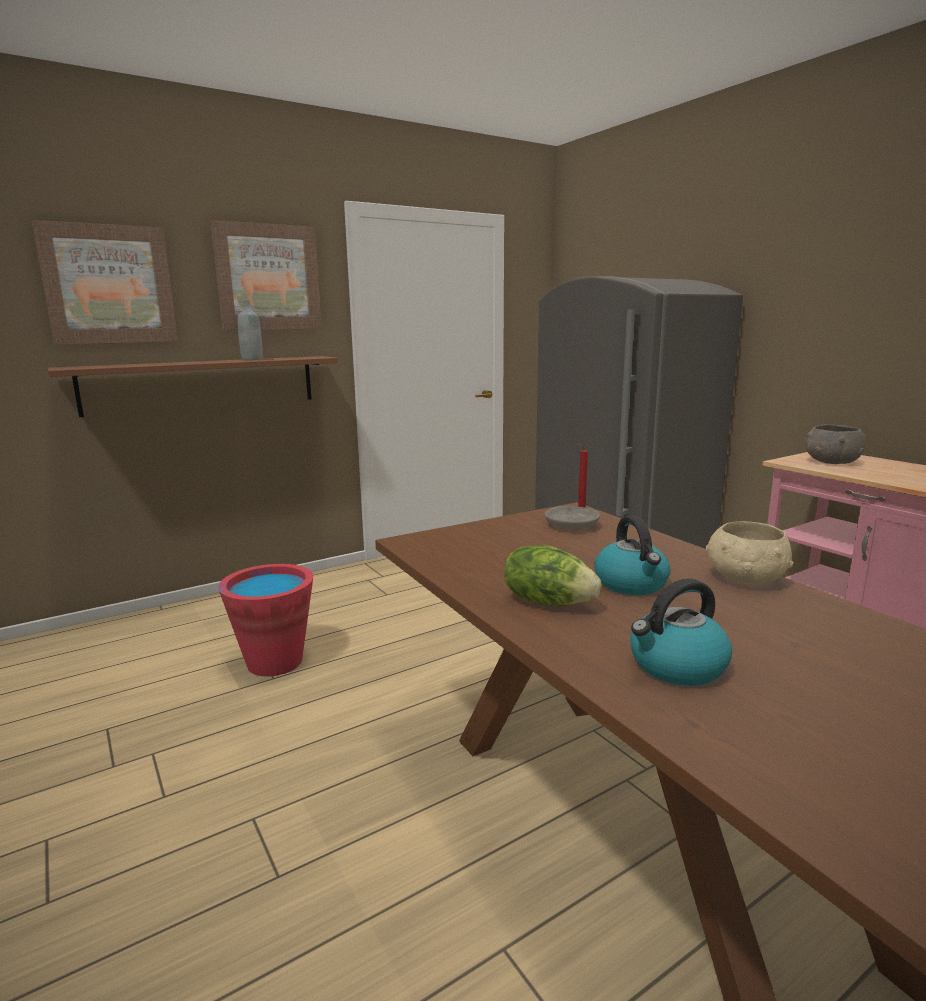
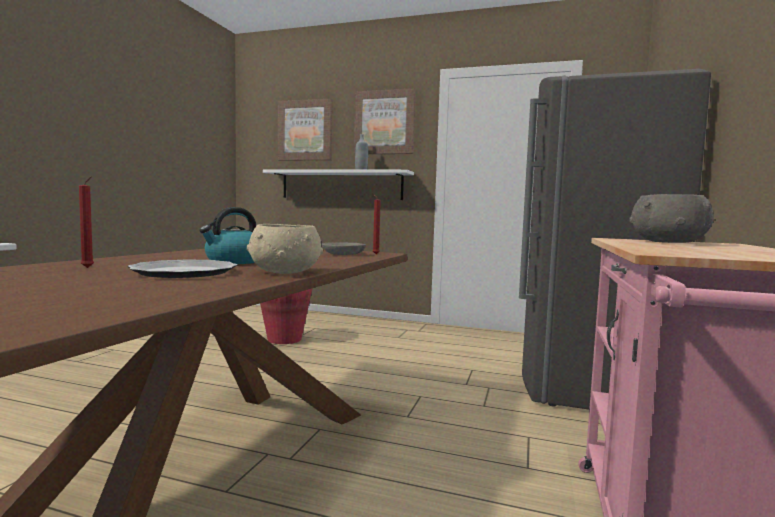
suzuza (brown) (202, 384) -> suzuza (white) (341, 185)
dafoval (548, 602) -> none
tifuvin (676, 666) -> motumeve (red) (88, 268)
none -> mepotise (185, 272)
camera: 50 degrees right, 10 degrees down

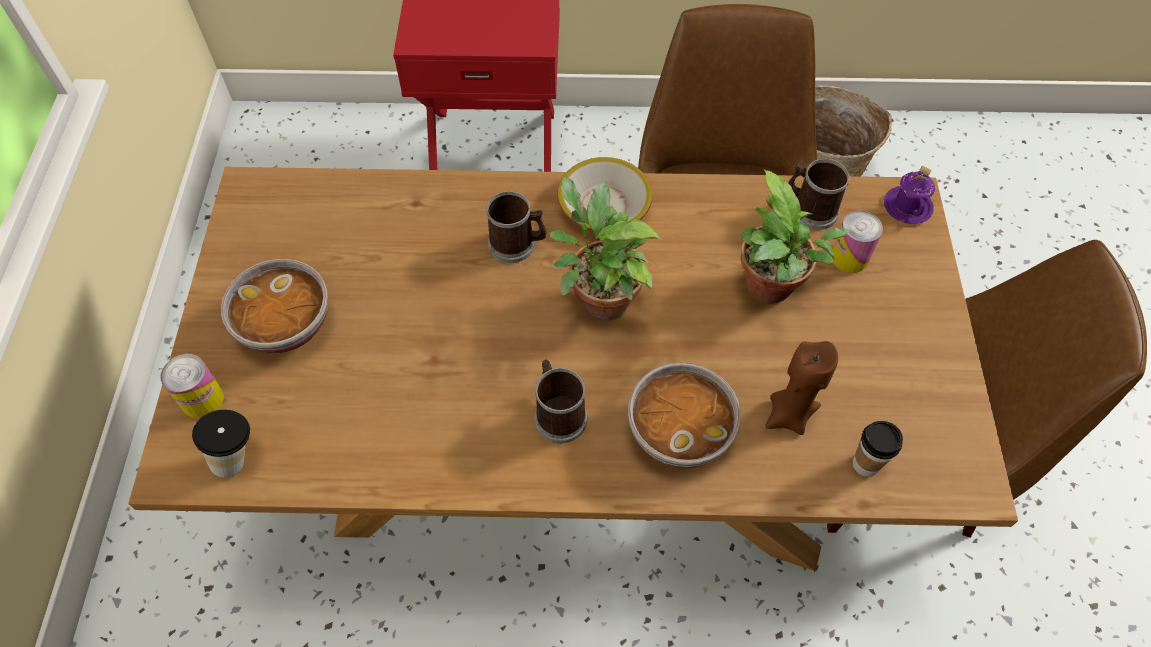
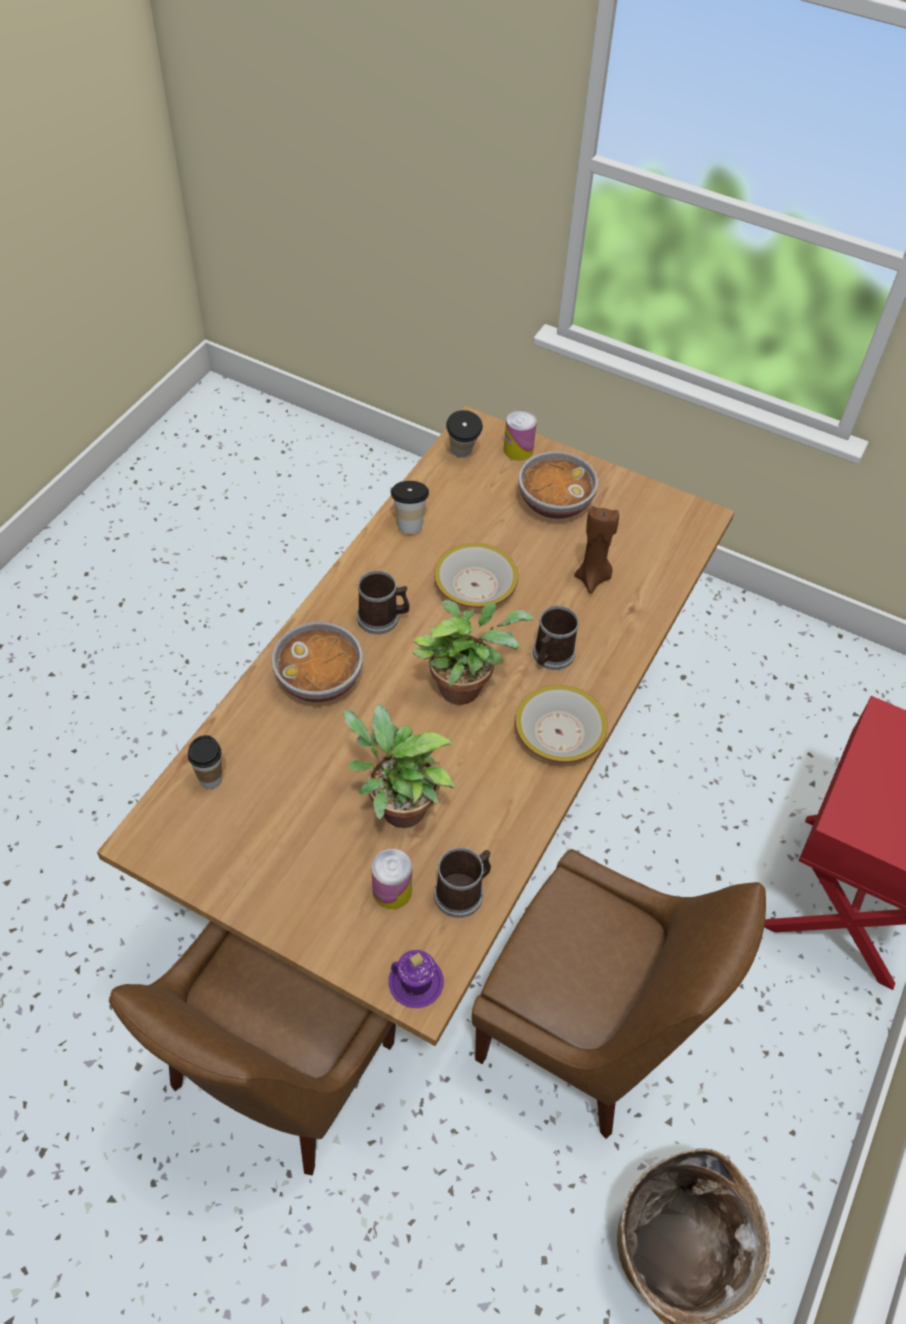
motumeve (brown) (789, 415) -> motumeve (brown) (593, 578), move
none -> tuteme (409, 523)
none -> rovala (474, 585)
camera: 115 degrees right, 5 degrees down

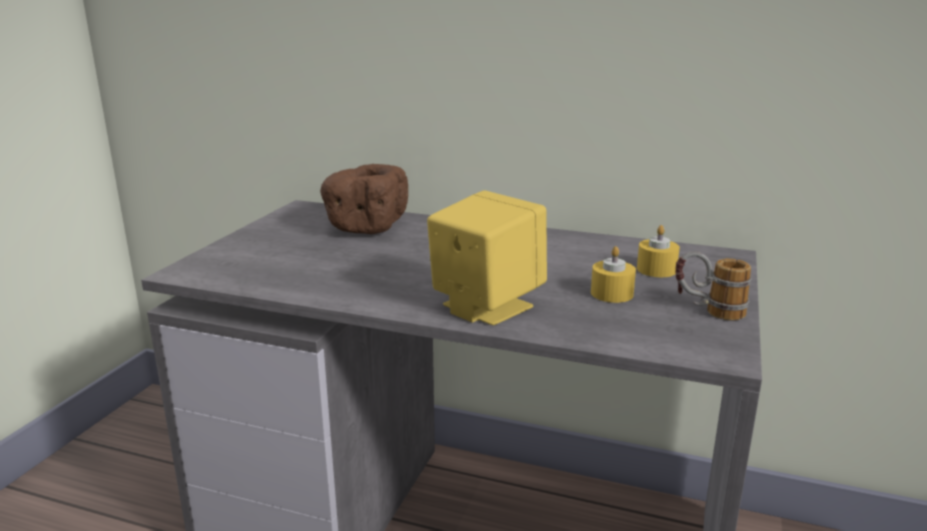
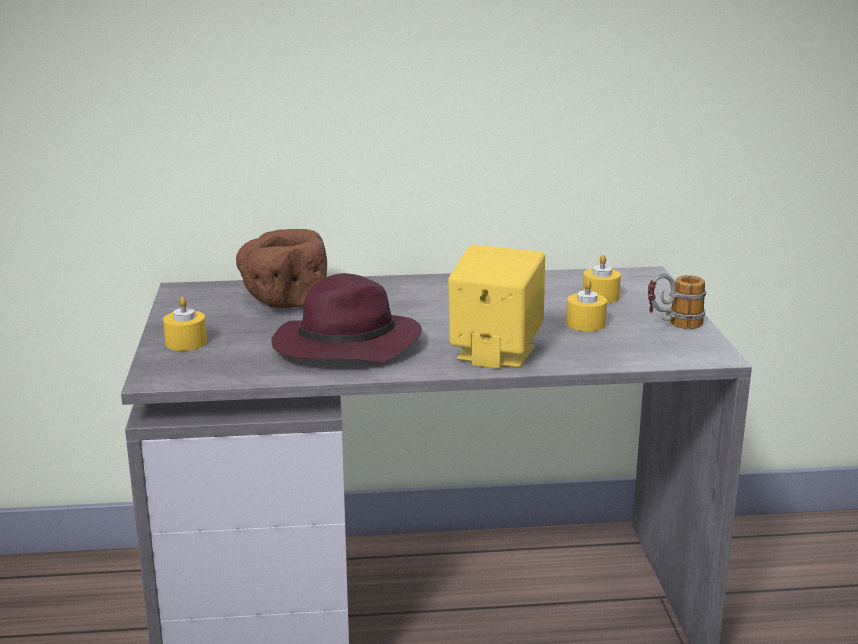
none -> motumeve (yellow) (186, 342)
none -> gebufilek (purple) (344, 347)
camera: 25 degrees left, 0 degrees up

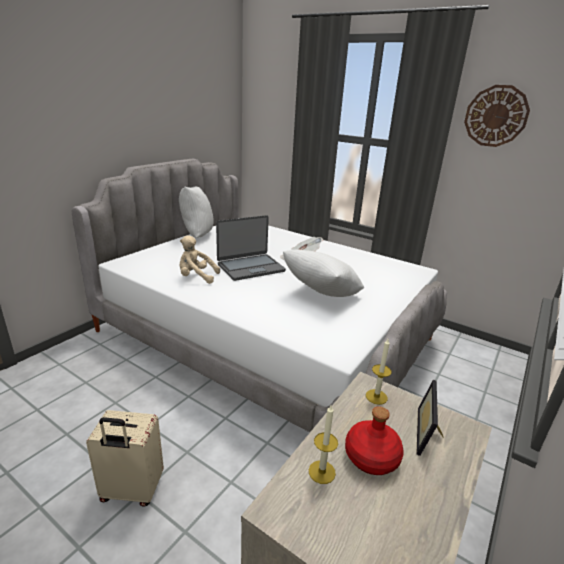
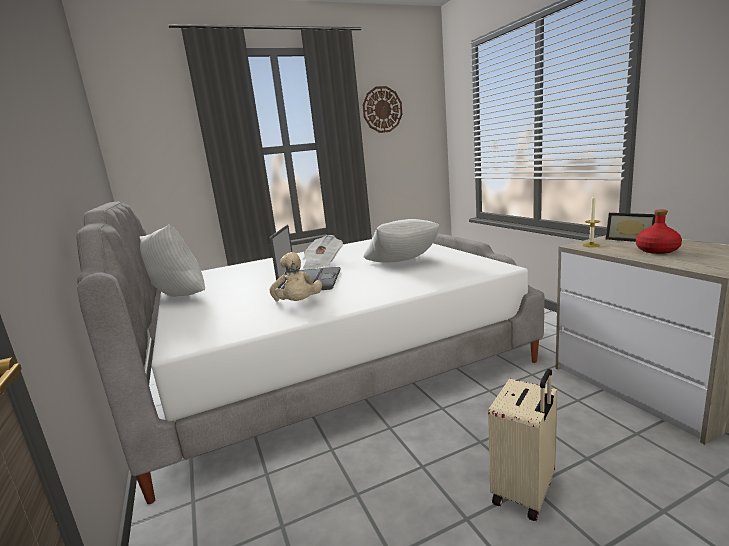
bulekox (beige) (196, 277) -> bulekox (beige) (298, 304), 60 degrees counterclockwise
motumeve (322, 472) -> none
camera: 55 degrees left, 10 degrees down

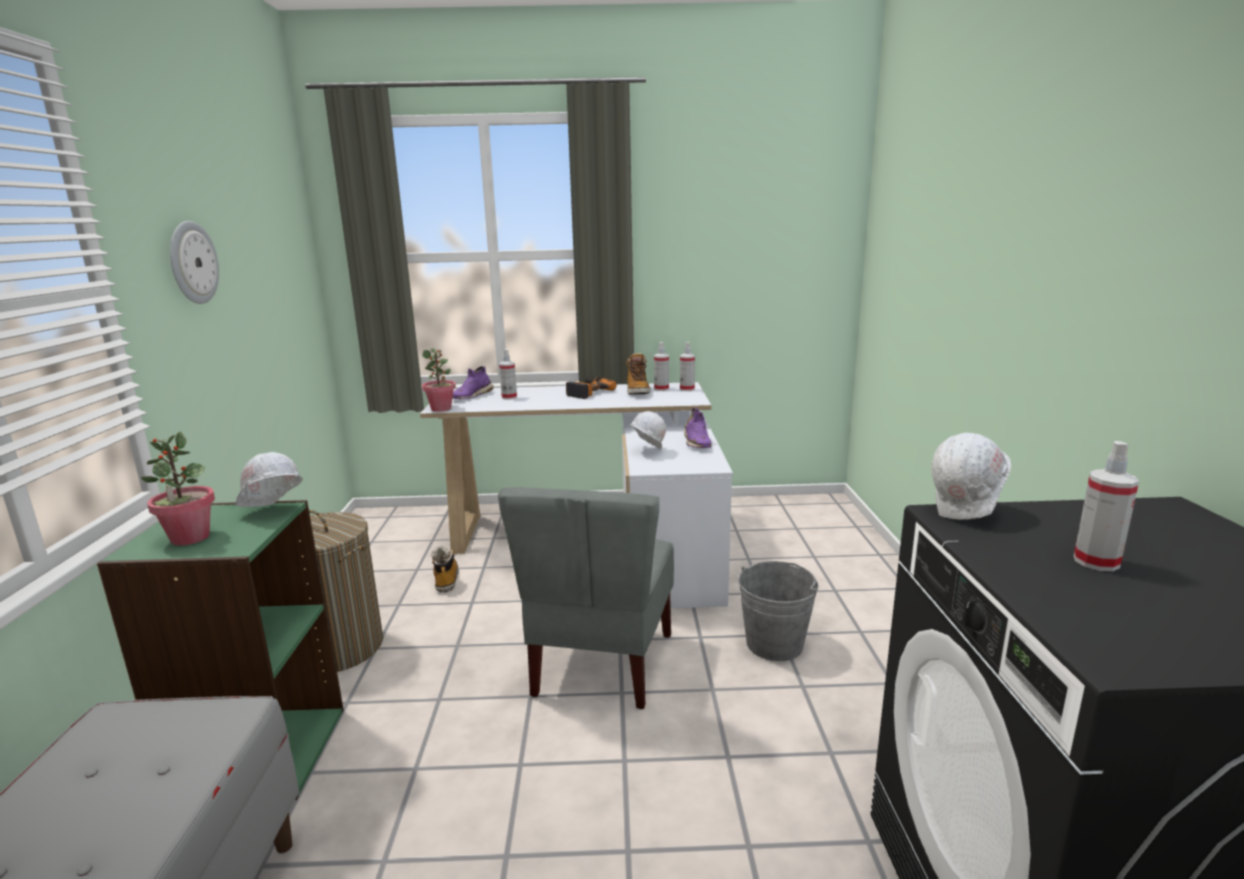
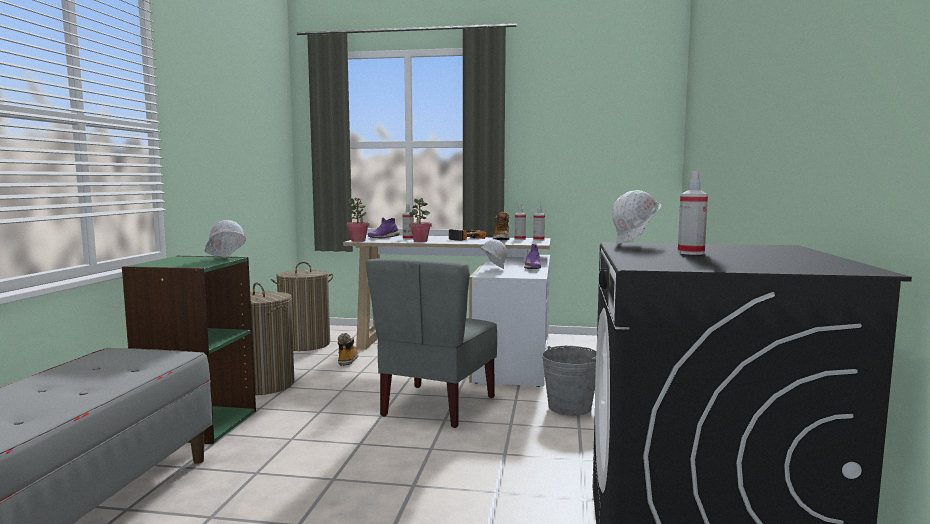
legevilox (190, 538) -> legevilox (420, 241), move
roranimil (192, 263) -> none
none -> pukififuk (305, 344)
camera: 10 degrees right, 10 degrees down

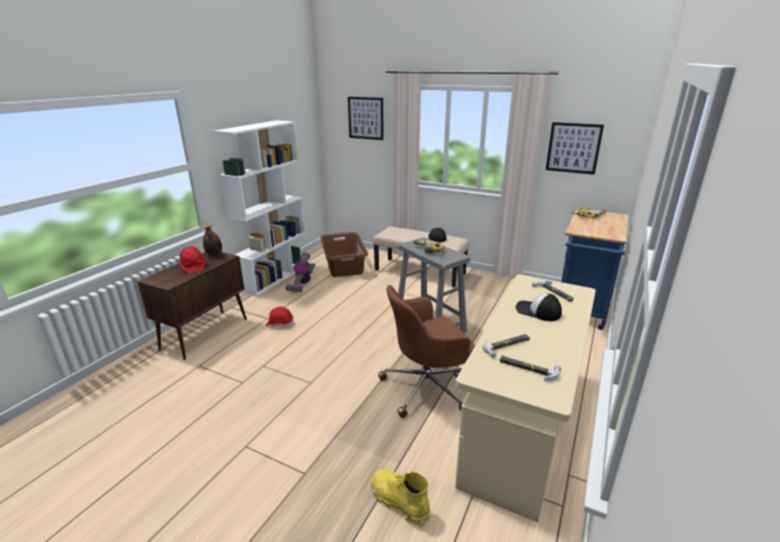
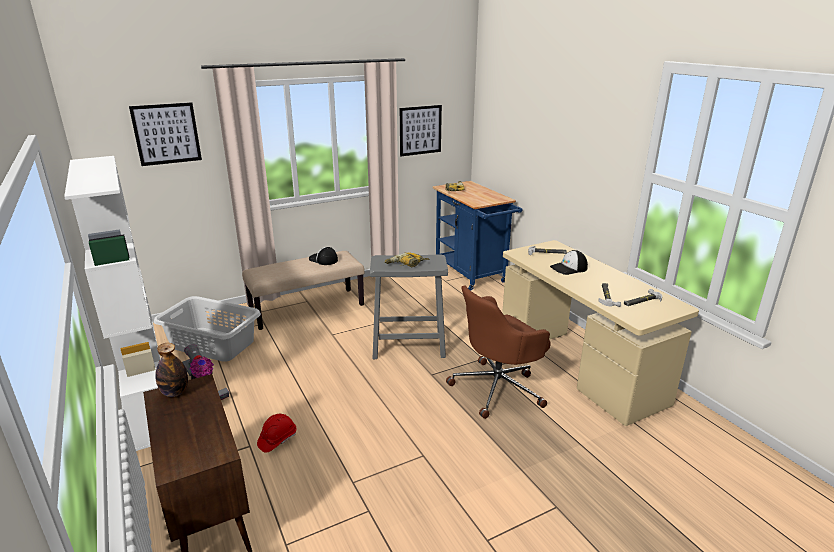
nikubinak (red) (193, 267) -> none
pukififuk (brown) (344, 265) -> pukififuk (grey) (213, 344)
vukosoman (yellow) (399, 501) -> none
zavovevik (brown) (427, 387) -> zavovevik (brown) (498, 388), 45 degrees clockwise
camera: 55 degrees left, 0 degrees up

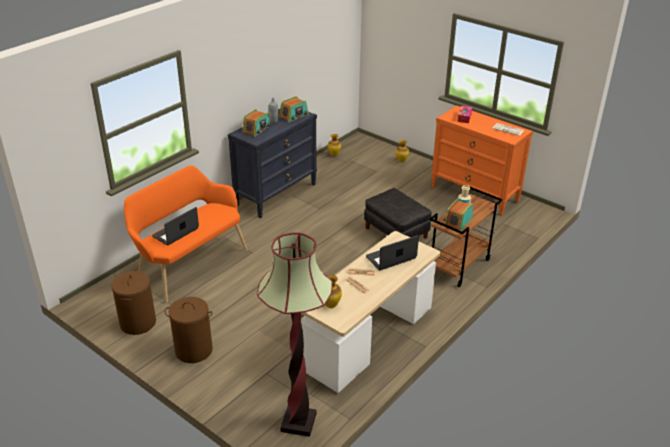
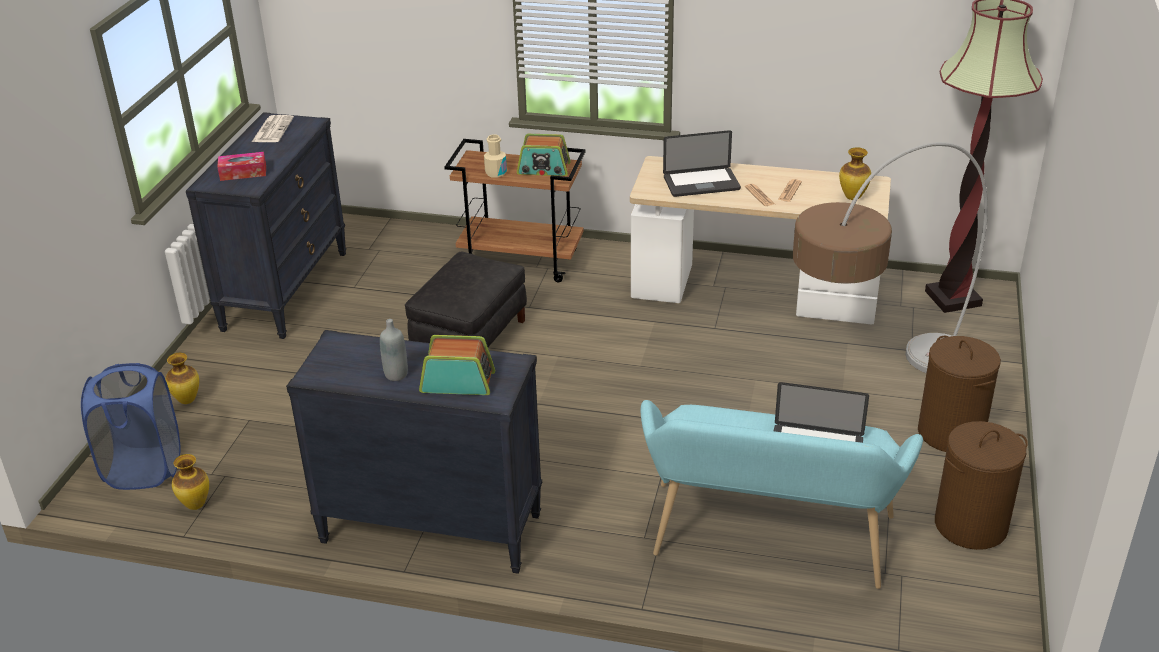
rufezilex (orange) (189, 264) -> rufezilex (turquoise) (768, 543)
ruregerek (294, 116) -> none
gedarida (391, 258) -> gedarida (701, 184), 45 degrees counterclockwise
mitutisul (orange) (475, 194) -> mitutisul (black) (285, 290)
none -> pukififuk (blue) (143, 469)
none -> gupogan (872, 389)
camera: 115 degrees left, 0 degrees up

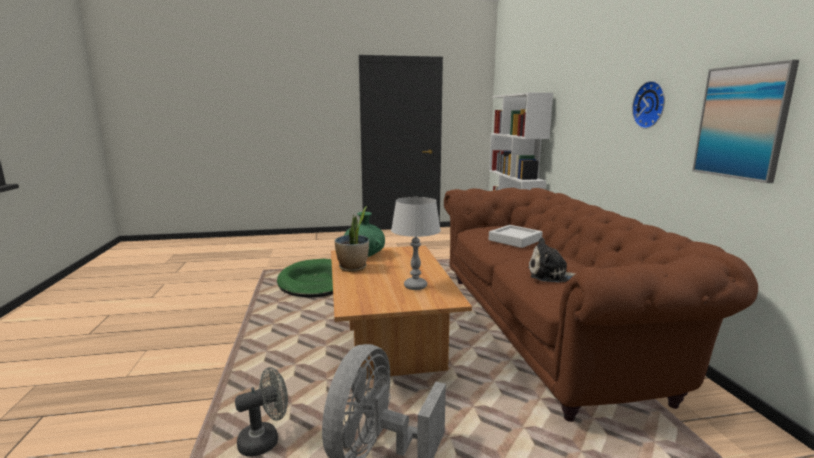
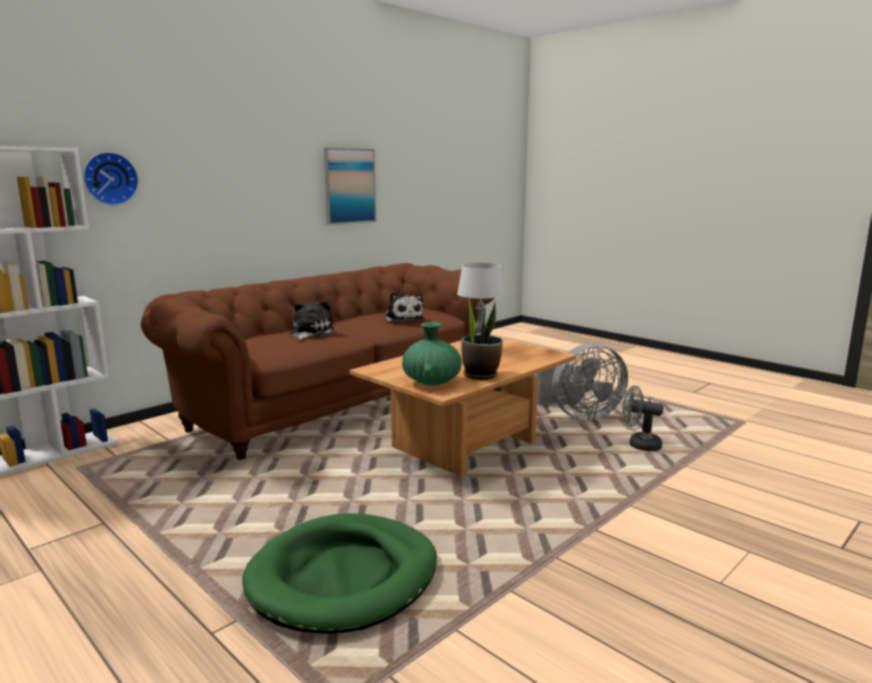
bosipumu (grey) (515, 240) -> bulekox (310, 332)
roranimil (651, 105) -> roranimil (110, 179), move
camera: 125 degrees left, 0 degrees up

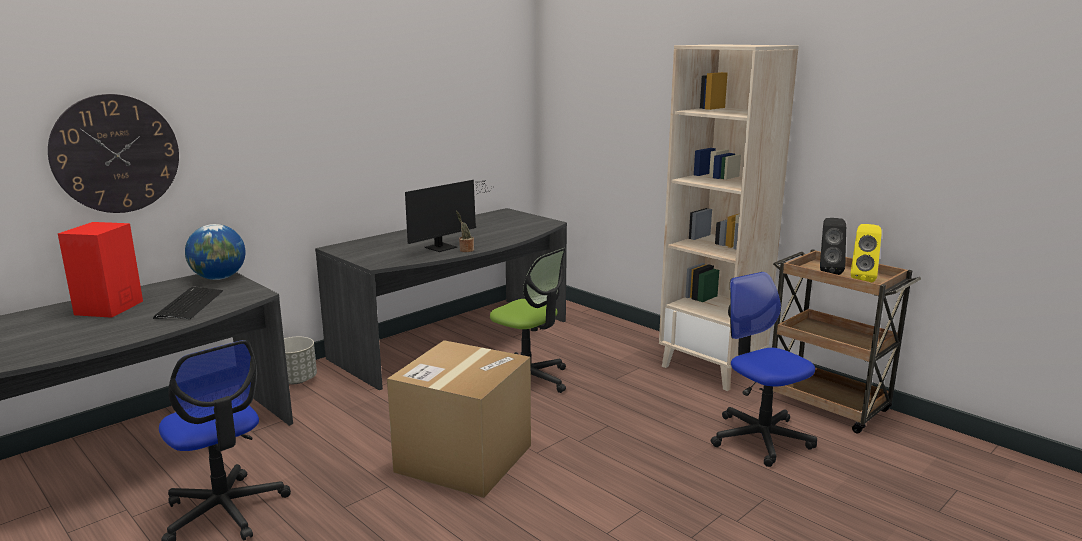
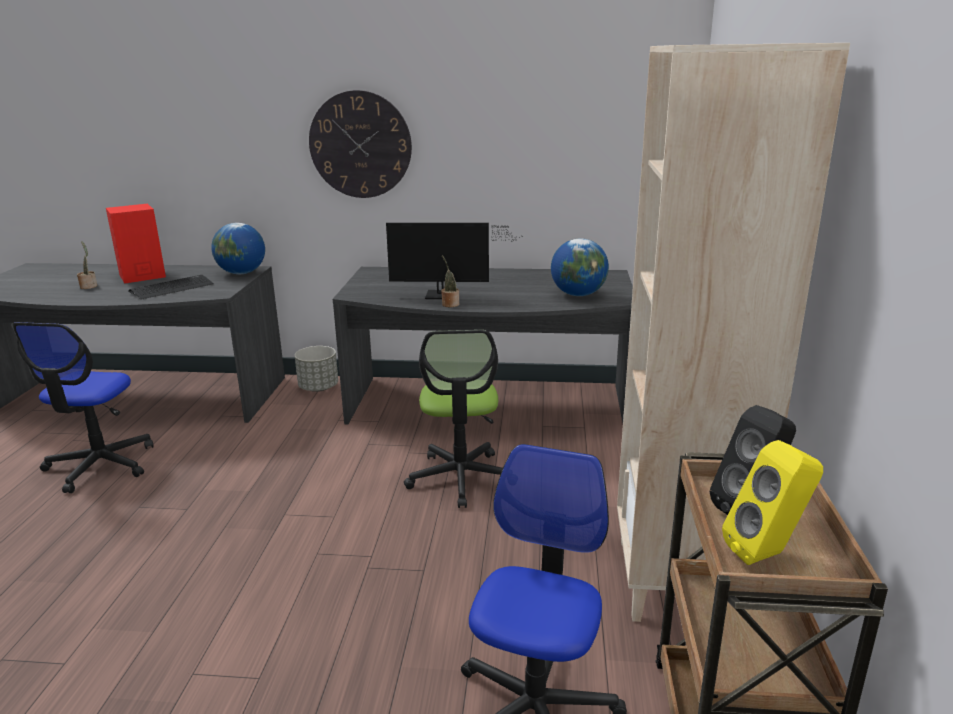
roranimil (116, 154) -> roranimil (360, 145), move
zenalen (464, 458) -> none
none -> legevilox (89, 286)
none -> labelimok (578, 294)
camera: 50 degrees right, 5 degrees up

